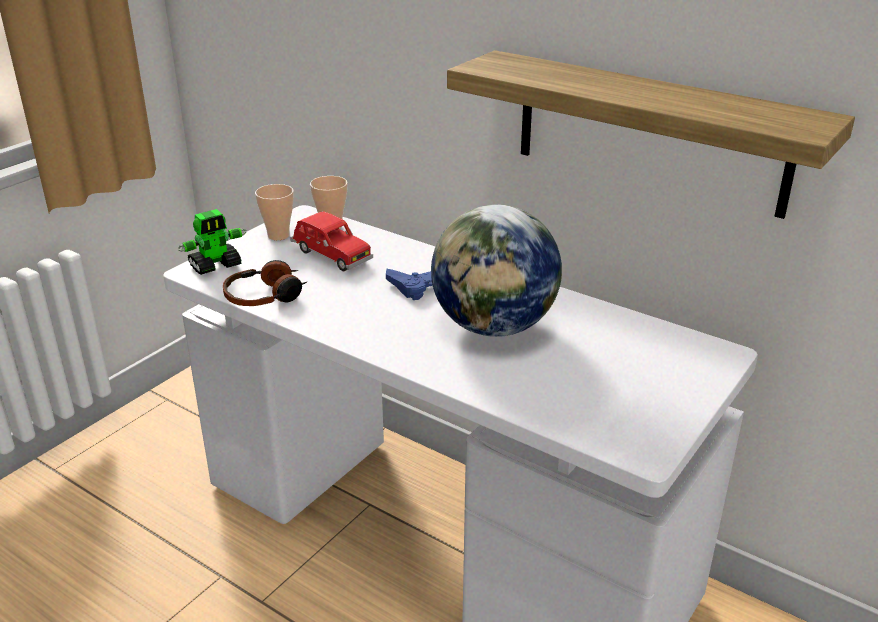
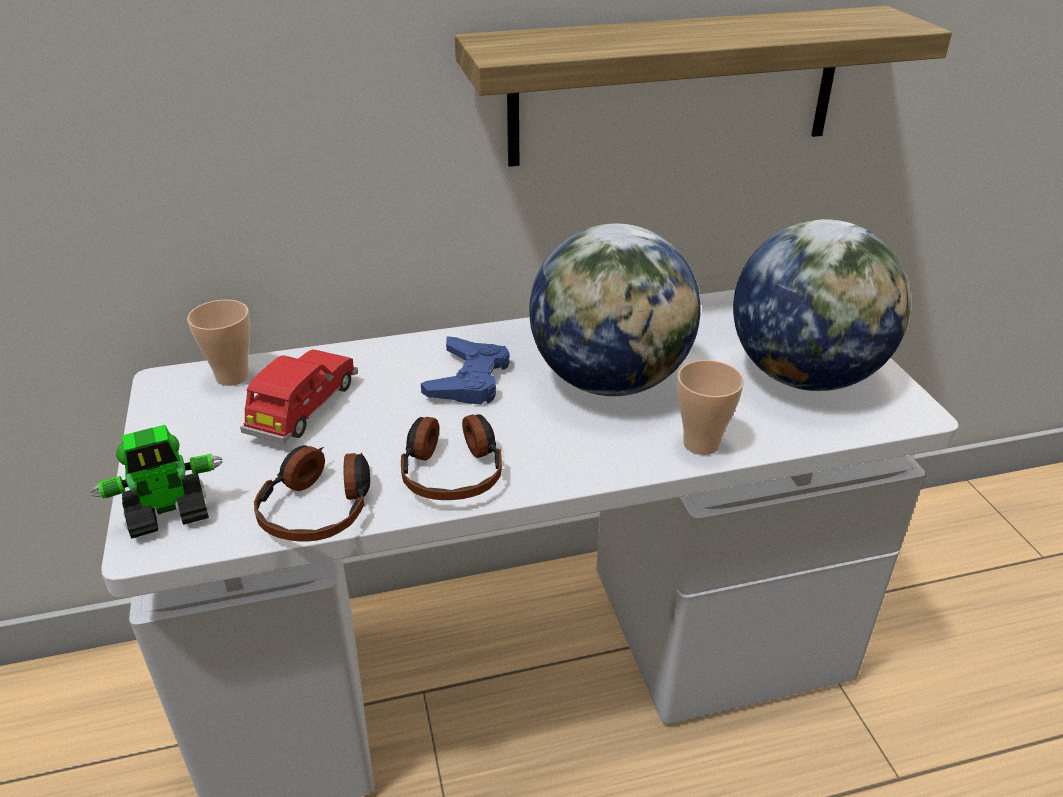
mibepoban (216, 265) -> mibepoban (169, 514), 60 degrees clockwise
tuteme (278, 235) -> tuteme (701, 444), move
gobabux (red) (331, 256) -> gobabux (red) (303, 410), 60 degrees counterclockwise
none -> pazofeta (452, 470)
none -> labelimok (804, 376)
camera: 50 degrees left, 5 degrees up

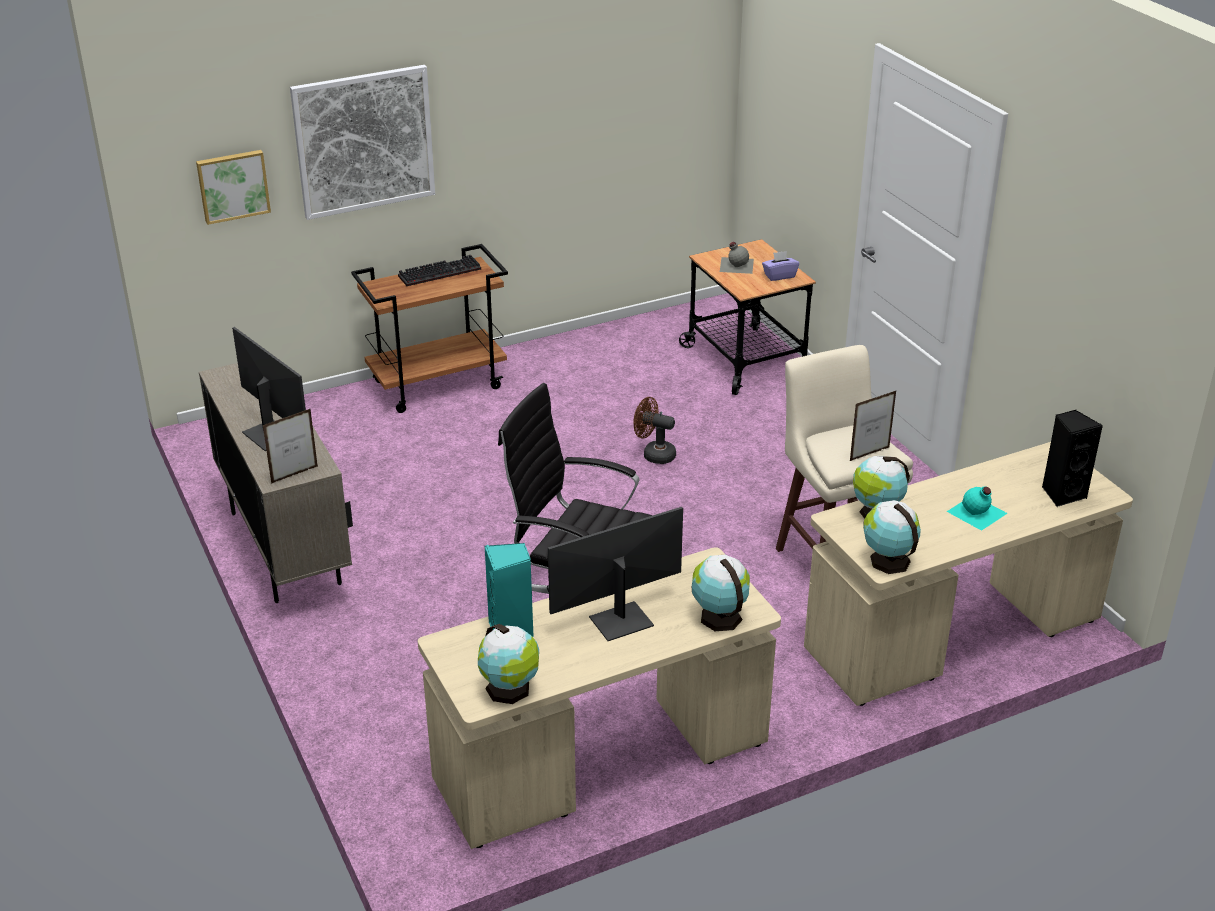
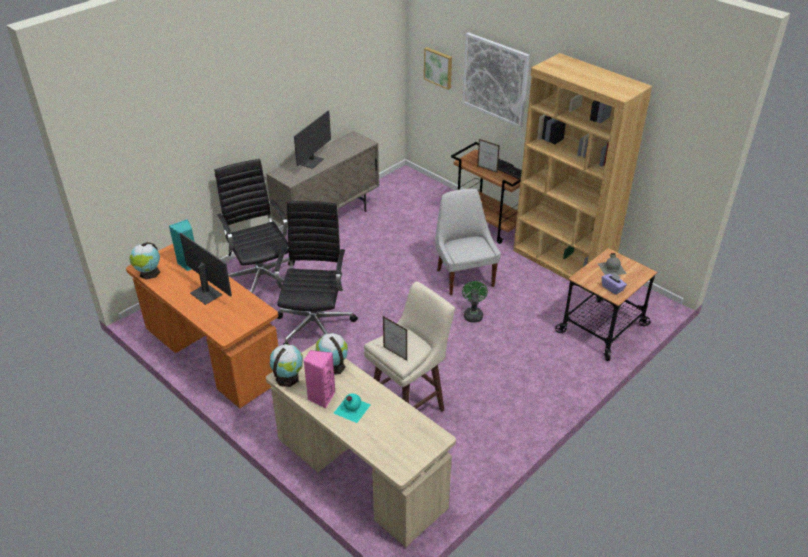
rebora (294, 474) -> rebora (487, 169), move
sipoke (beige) (601, 763) -> sipoke (orange) (212, 355)
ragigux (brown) (654, 454) -> ragigux (green) (473, 314)
labelimok (719, 616) -> none
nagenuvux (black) (1062, 494) -> none
none -> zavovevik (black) (261, 279)
none -> nagenuvux (pink) (321, 397)
none -> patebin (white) (464, 277)
none -> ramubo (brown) (562, 262)
camera: 70 degrees right, 5 degrees up

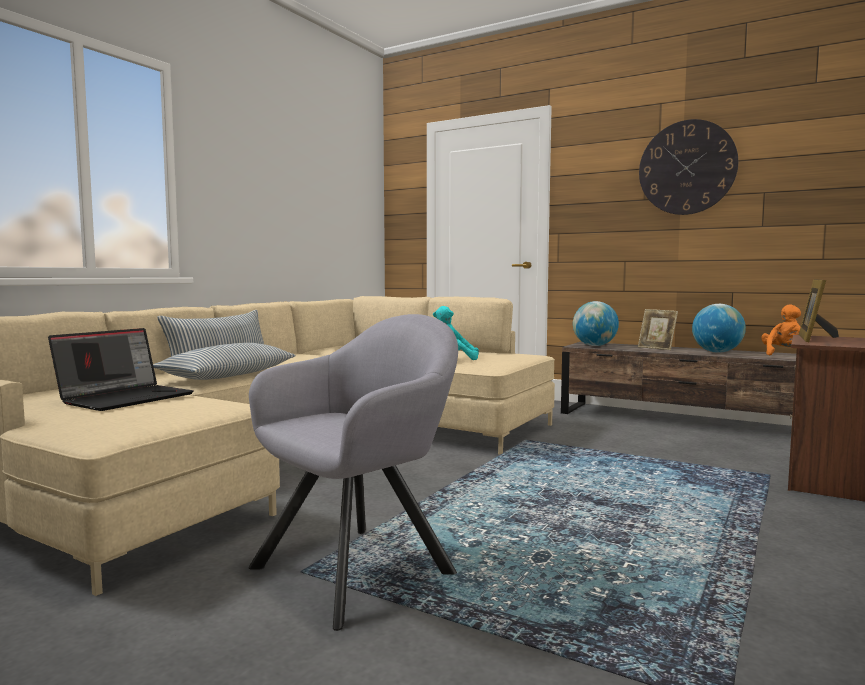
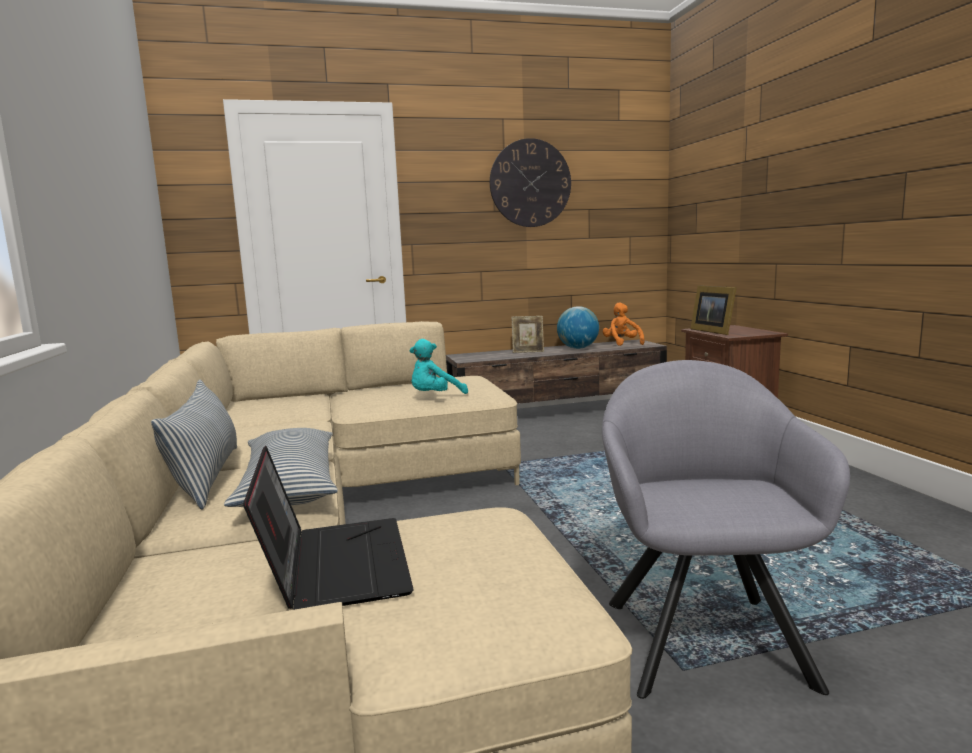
labelimok (594, 346) -> none
camera: 45 degrees left, 5 degrees up

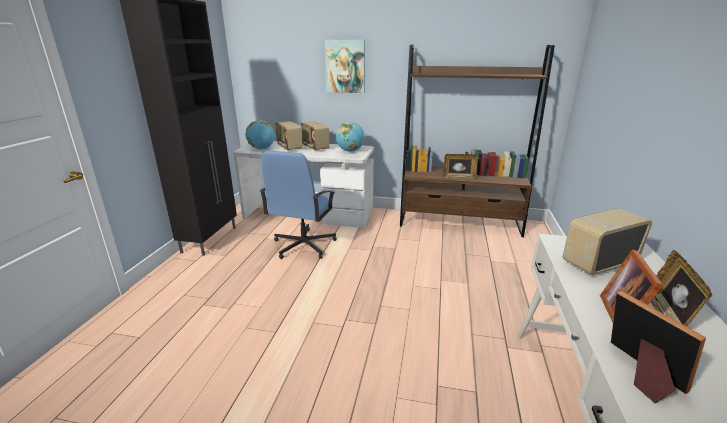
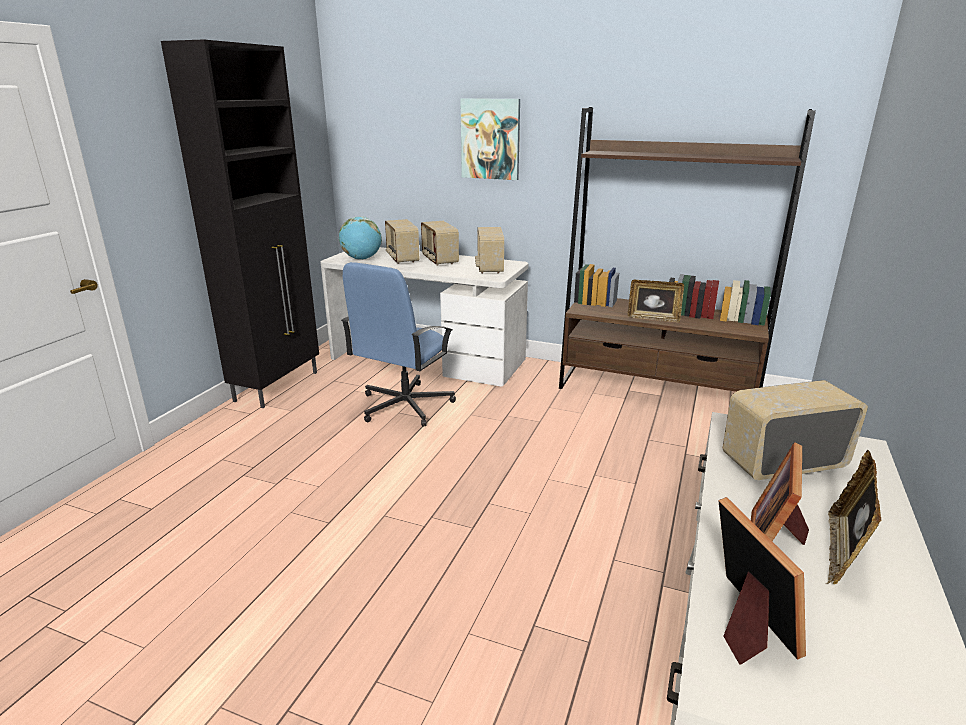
labelimok (350, 151) -> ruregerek (489, 268)
camera: 10 degrees right, 0 degrees up

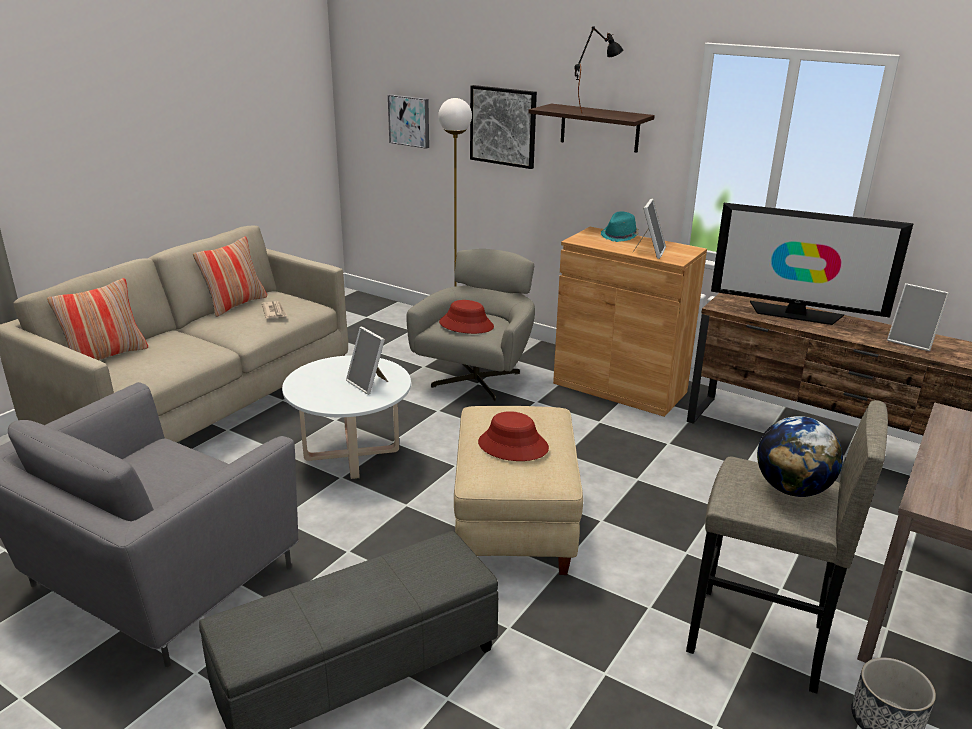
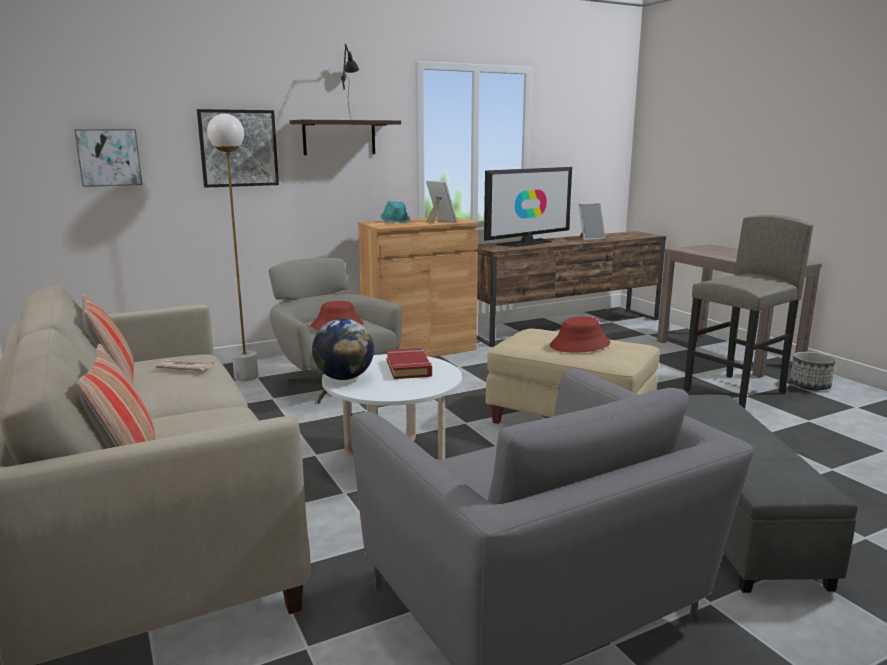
rebora (369, 384) -> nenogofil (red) (409, 368)
labelimok (792, 489) -> labelimok (344, 378), move
camera: 60 degrees left, 10 degrees down

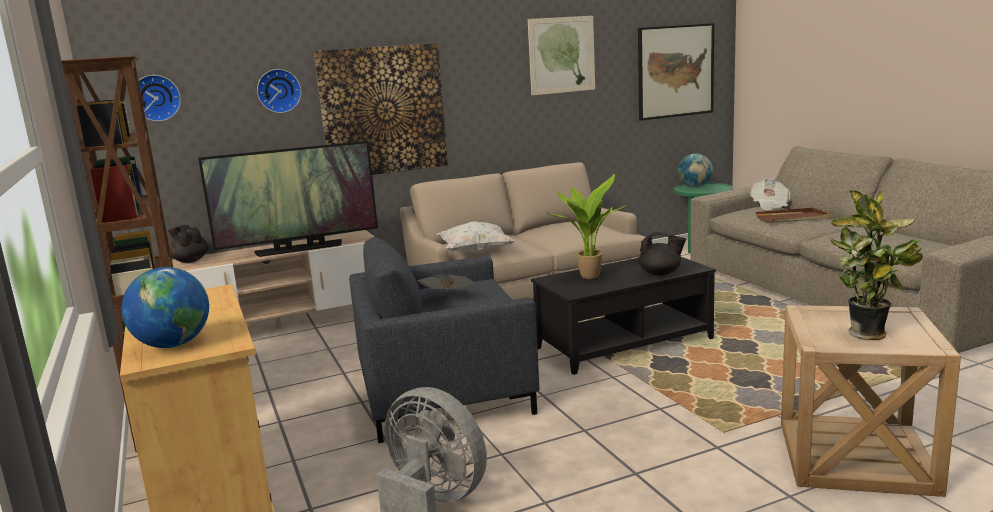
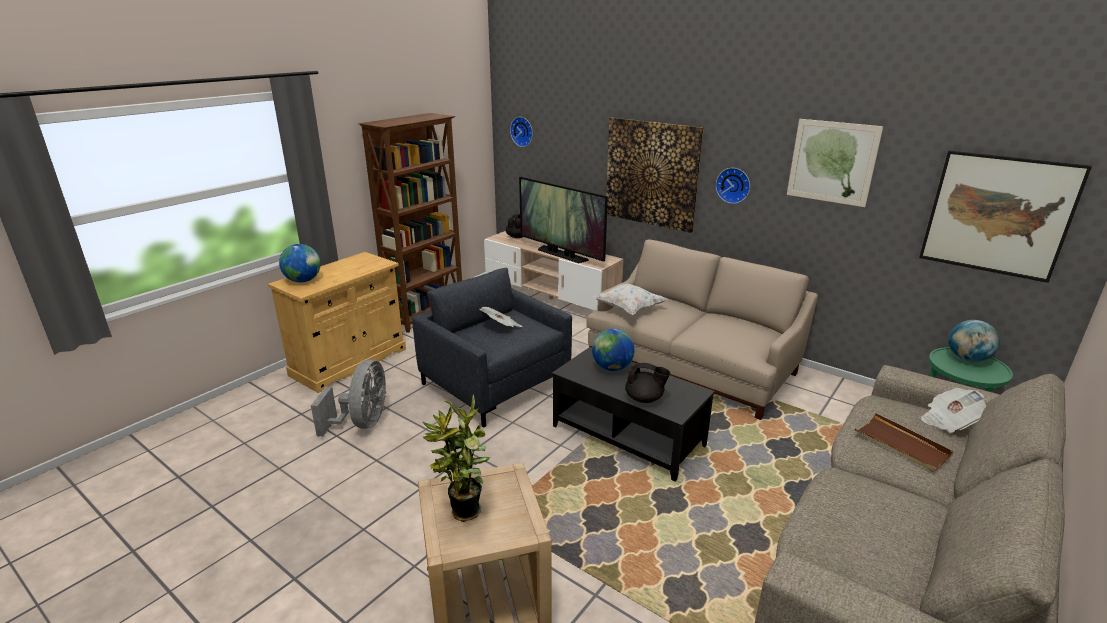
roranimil (278, 91) -> roranimil (733, 185), move
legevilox (588, 276) -> labelimok (612, 368)
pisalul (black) (660, 273) -> pisalul (black) (645, 399), 60 degrees counterclockwise
camera: 60 degrees right, 10 degrees up

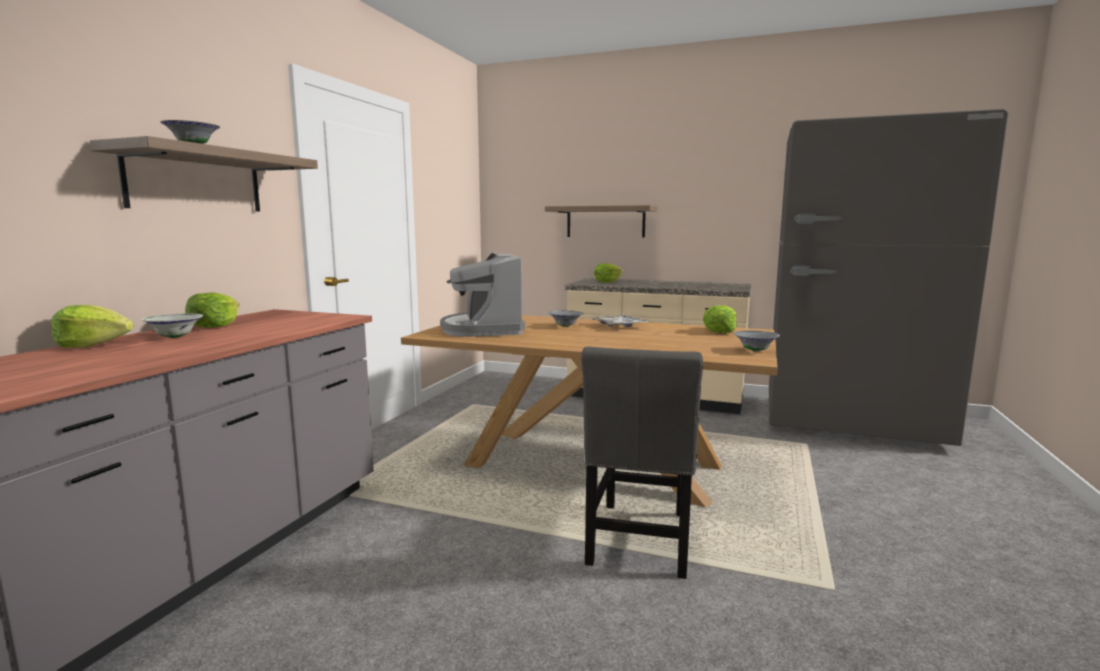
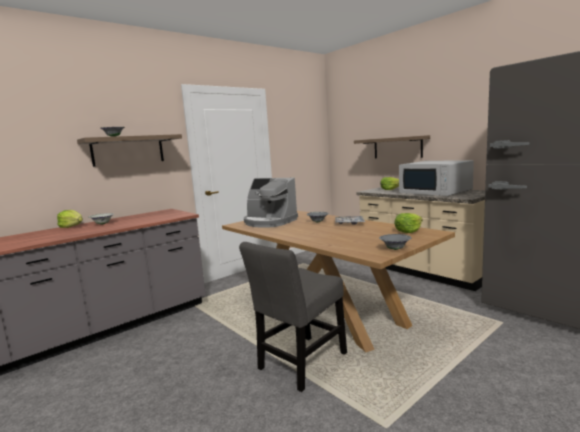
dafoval (215, 325) -> none
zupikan (483, 329) -> zupikan (269, 222), 75 degrees counterclockwise
none -> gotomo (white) (436, 192)
camera: 30 degrees right, 0 degrees up

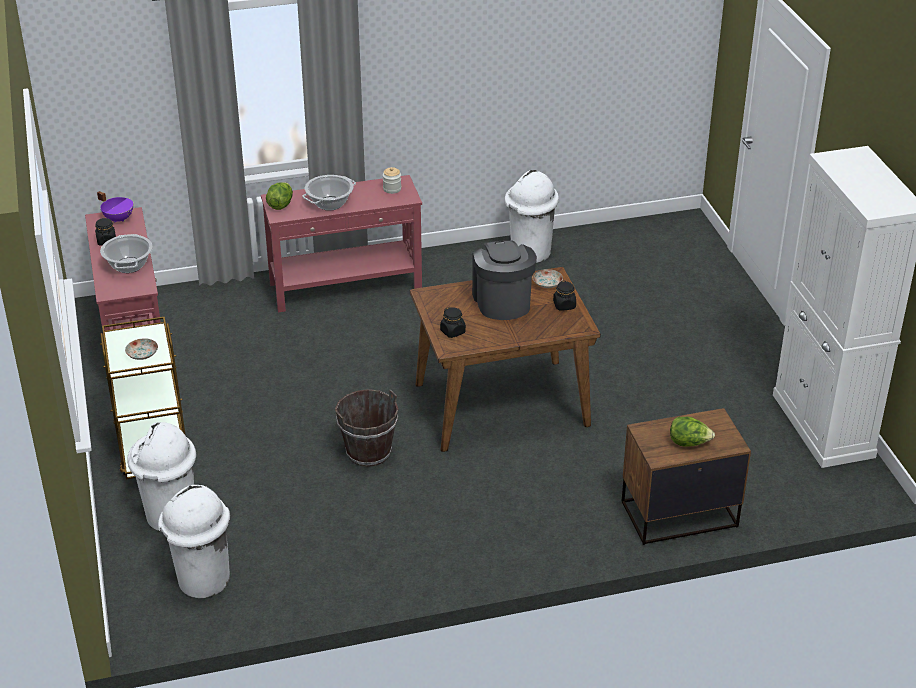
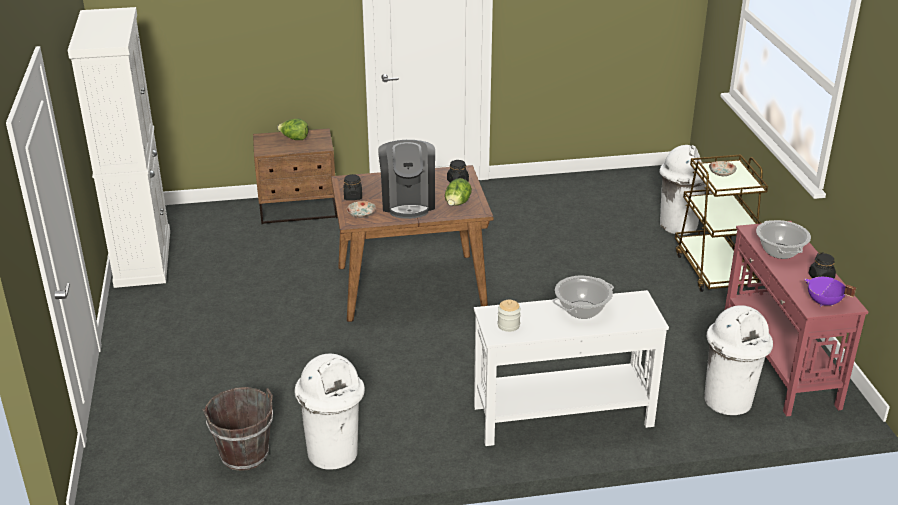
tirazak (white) (202, 580) -> tirazak (white) (729, 400), move
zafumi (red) (346, 287) -> zafumi (white) (561, 416)
dafoval (280, 204) -> dafoval (457, 204), move
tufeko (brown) (368, 452) -> tufeko (brown) (244, 455), move
camera: 175 degrees left, 5 degrees down

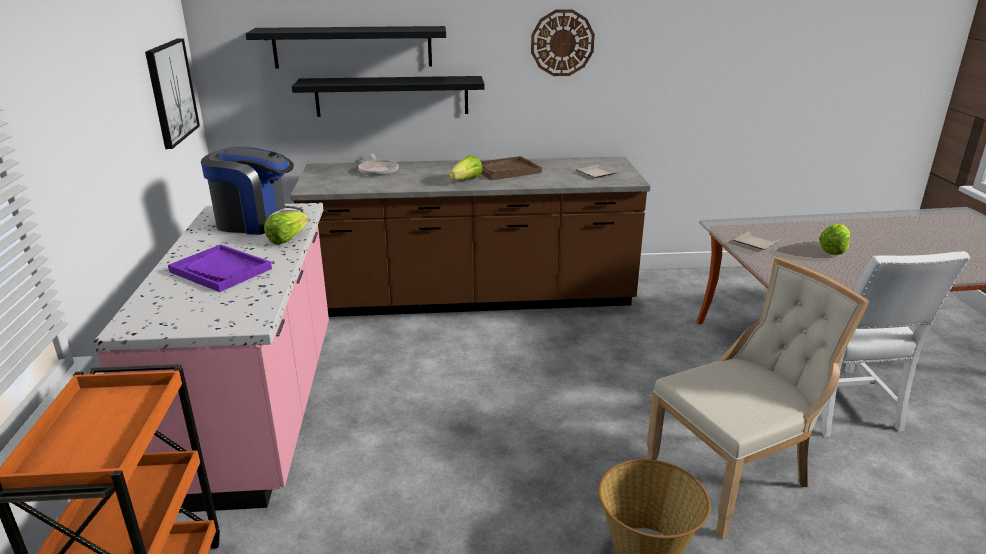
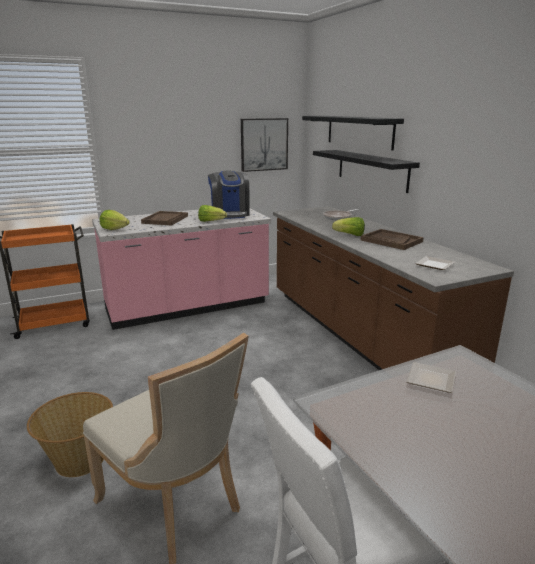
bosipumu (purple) (221, 270) -> bosipumu (brown) (165, 219)
roranimil (562, 43) -> none
dafoval (833, 250) -> dafoval (114, 229), move
camera: 70 degrees right, 5 degrees down

